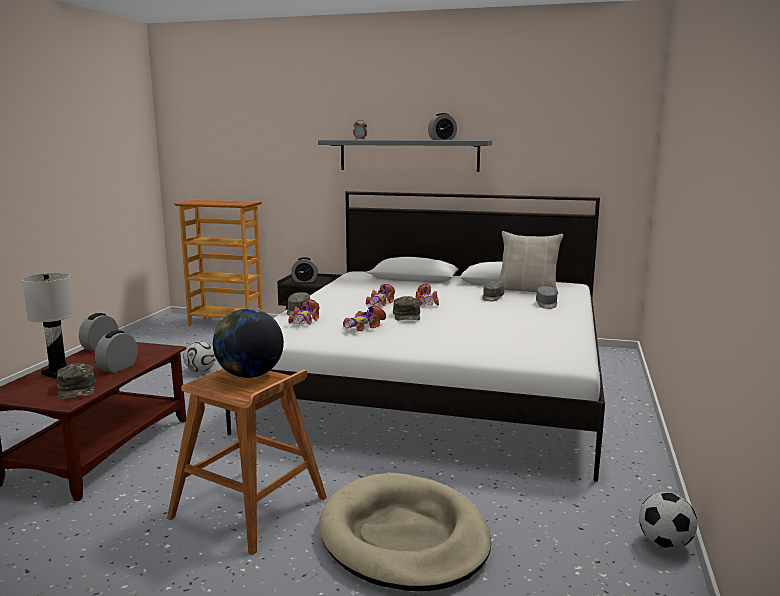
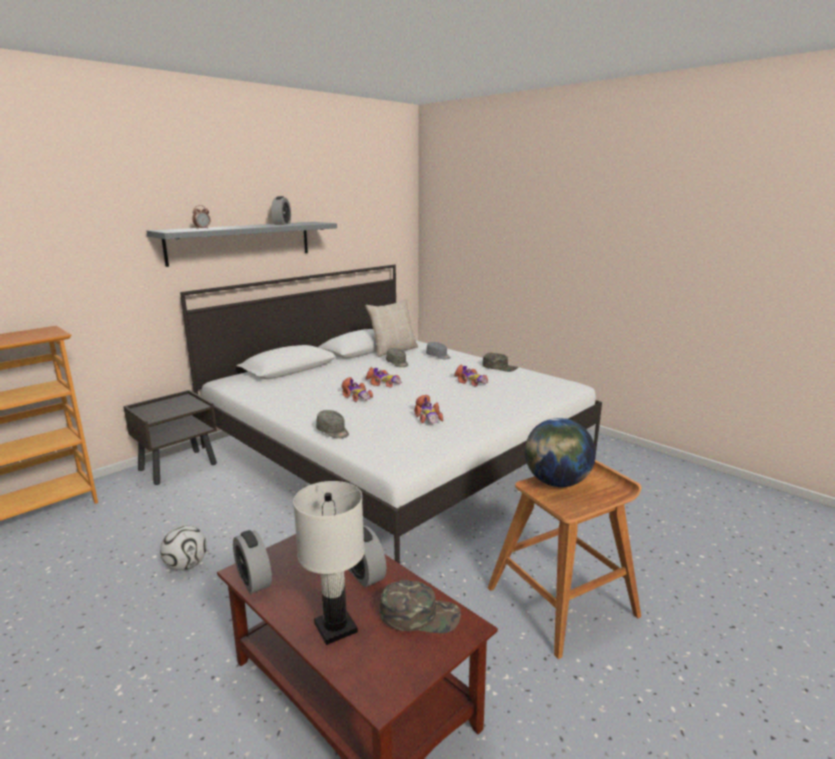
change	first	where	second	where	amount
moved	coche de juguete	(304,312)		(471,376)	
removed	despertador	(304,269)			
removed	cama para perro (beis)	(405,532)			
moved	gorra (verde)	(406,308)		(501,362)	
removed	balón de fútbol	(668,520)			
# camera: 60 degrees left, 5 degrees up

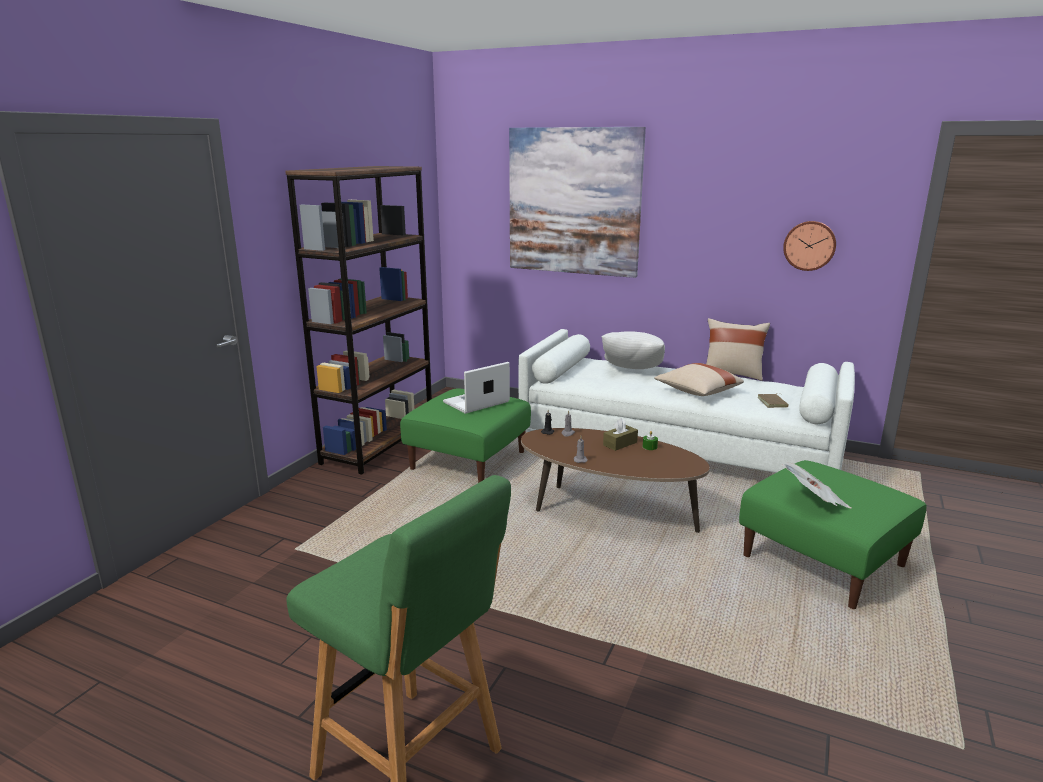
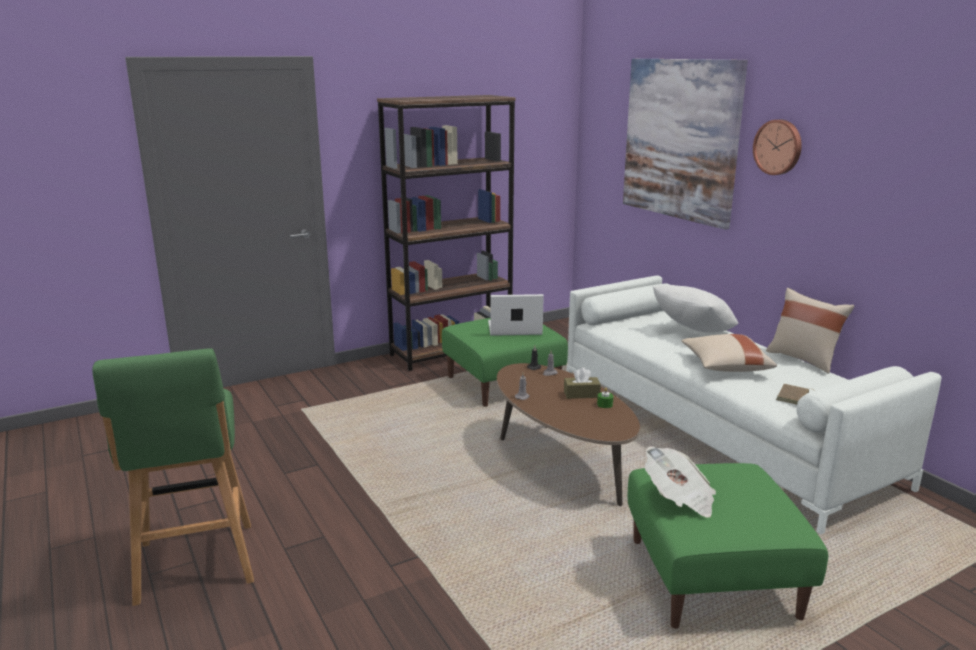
change	first	where	second	where	amount
moved	reloj de pared	(809,246)		(777,147)	
# camera: 35 degrees right, 0 degrees up

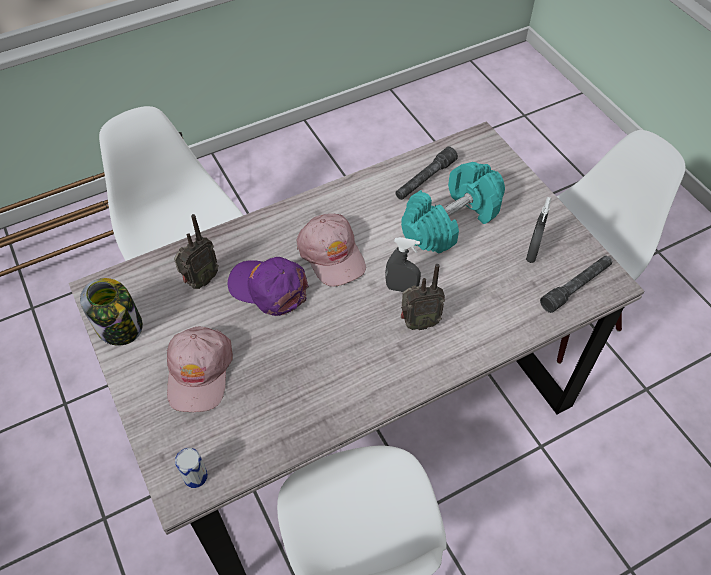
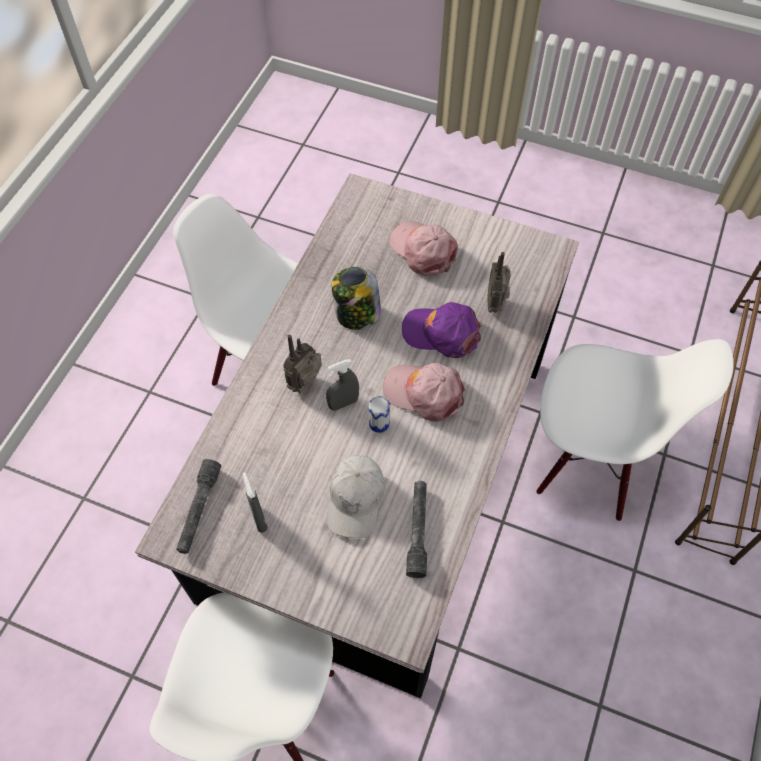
change	first	where	second	where	amount
moved	tarro	(111,312)		(356,298)	
moved	lata	(191,468)		(379,414)	
turned	gorra (morado)	(268,286)		(441,330)	150 degrees counterclockwise
replaced	mancuerna (turquesa)	(453,207)	gorra (blanco)	(356,496)	
# camera: 140 degrees right, 5 degrees up

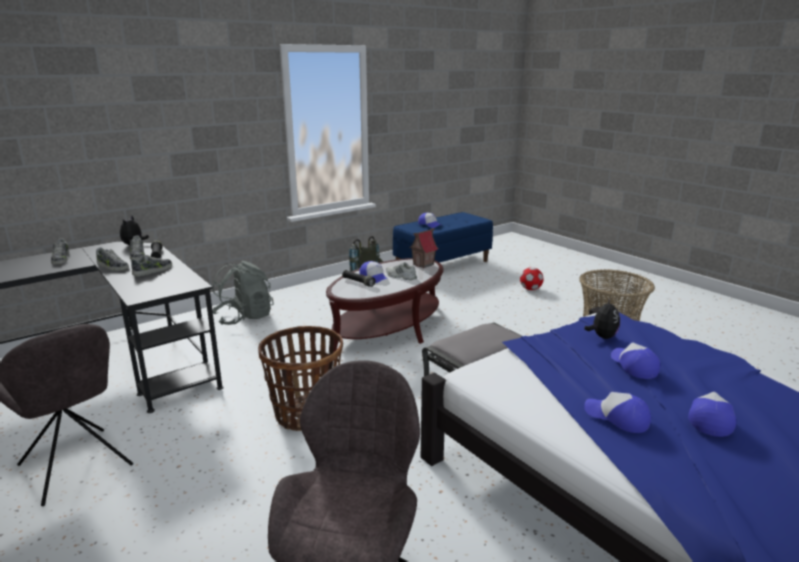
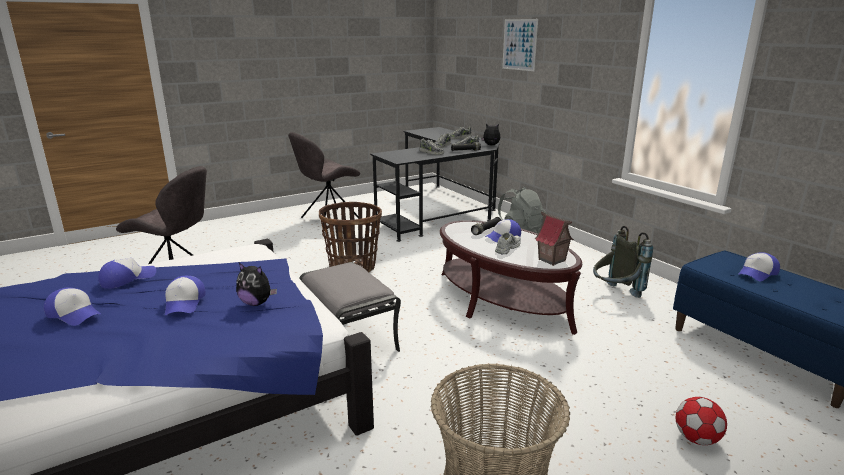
change	first	where	second	where	amount
turned	gorra	(635,361)		(185,295)	90 degrees clockwise
added			cuadro	(520,45)	
# camera: 95 degrees right, 0 degrees up

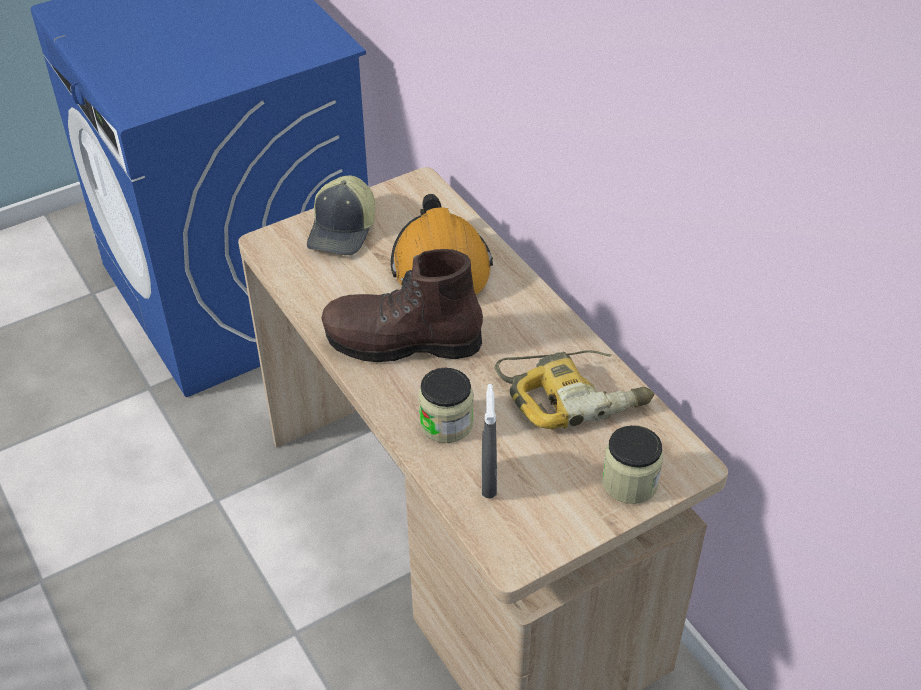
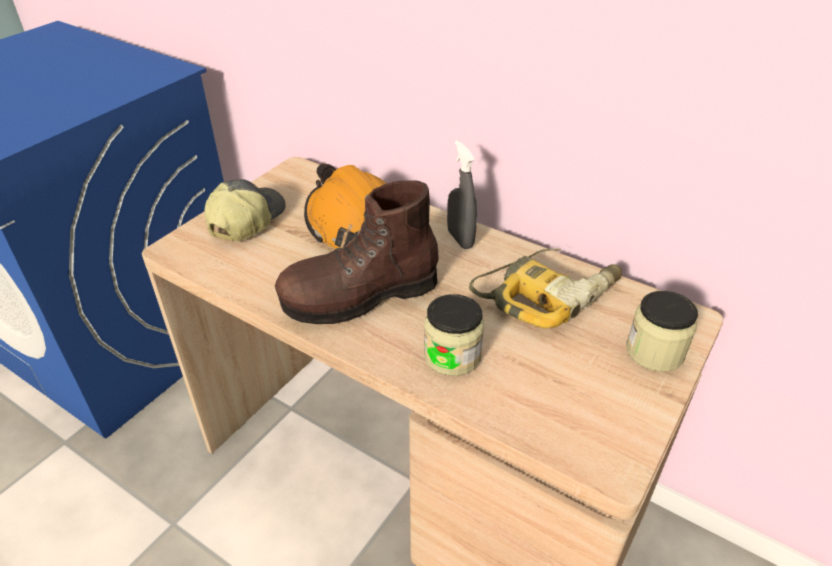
change	first	where	second	where	amount
turned	gorra	(341,215)		(245,210)	150 degrees counterclockwise
moved	pulverizador (gris)	(489,441)		(462,194)	
# camera: 25 degrees left, 5 degrees down

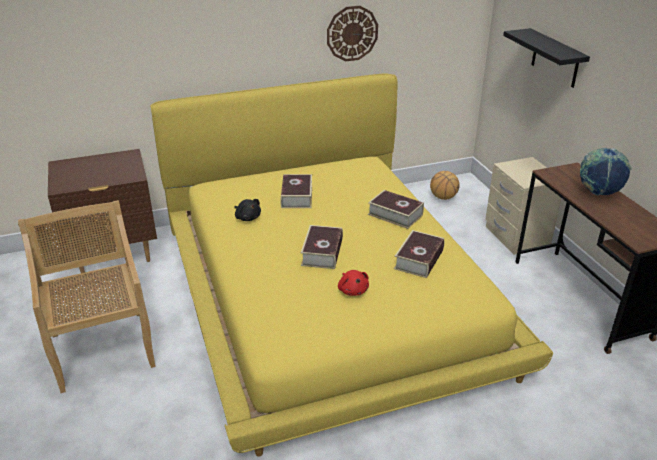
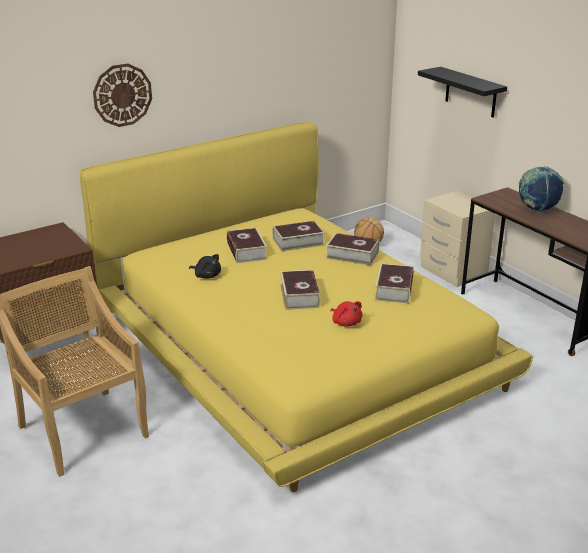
change	first	where	second	where	amount
moved	reloj de pared	(352,33)		(122,95)	
added			libro	(299,236)	
# camera: 15 degrees left, 5 degrees down

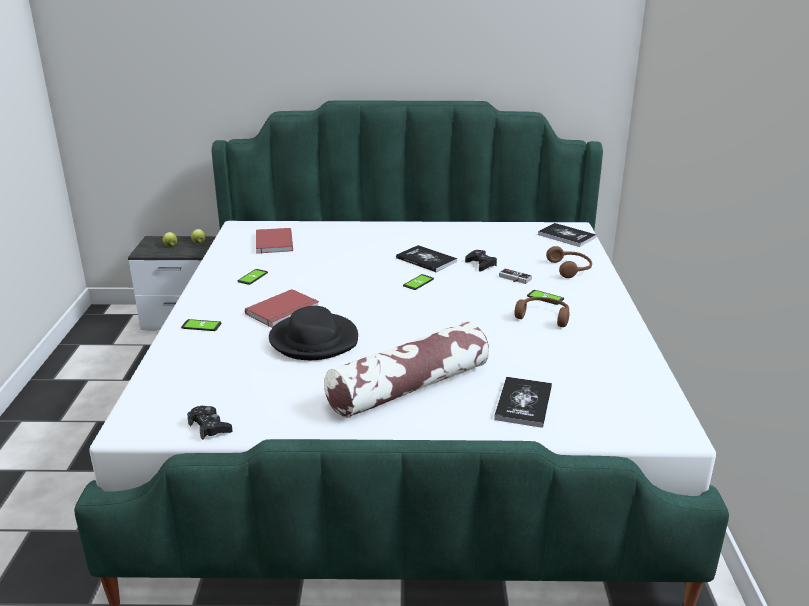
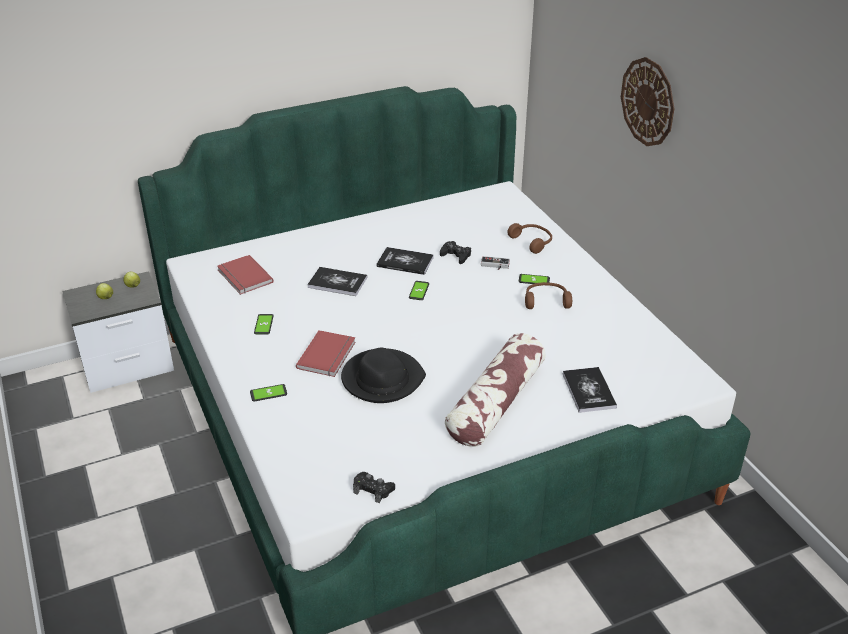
change	first	where	second	where	amount
moved	libro	(567,235)		(337,281)	
added			reloj de pared	(648,101)	
# camera: 25 degrees left, 10 degrees up

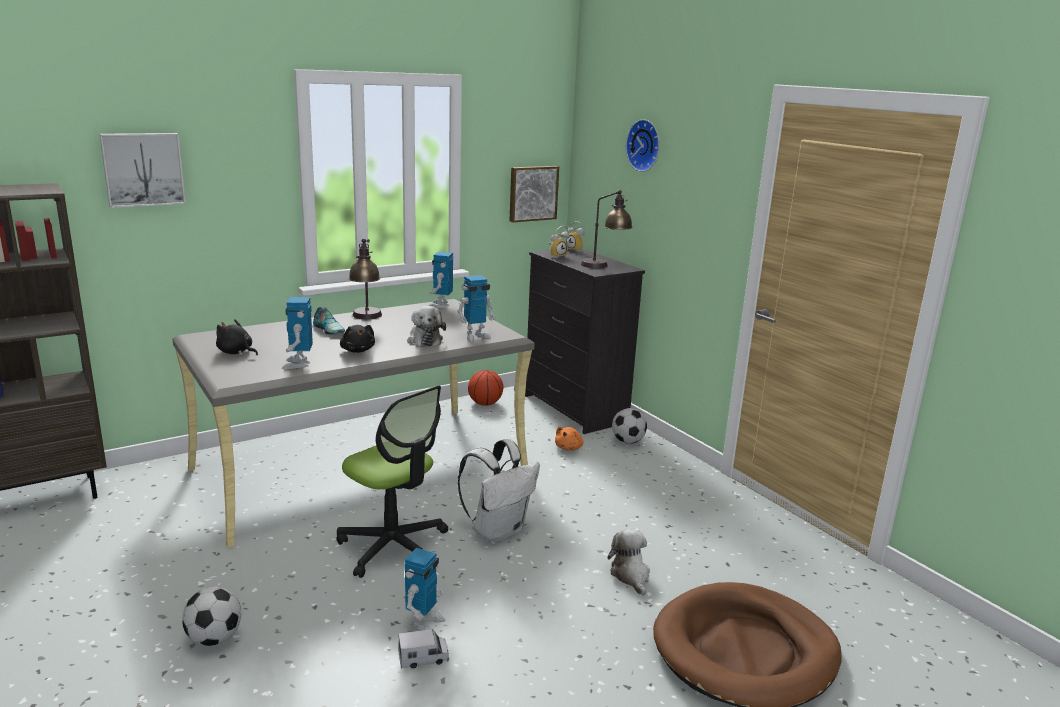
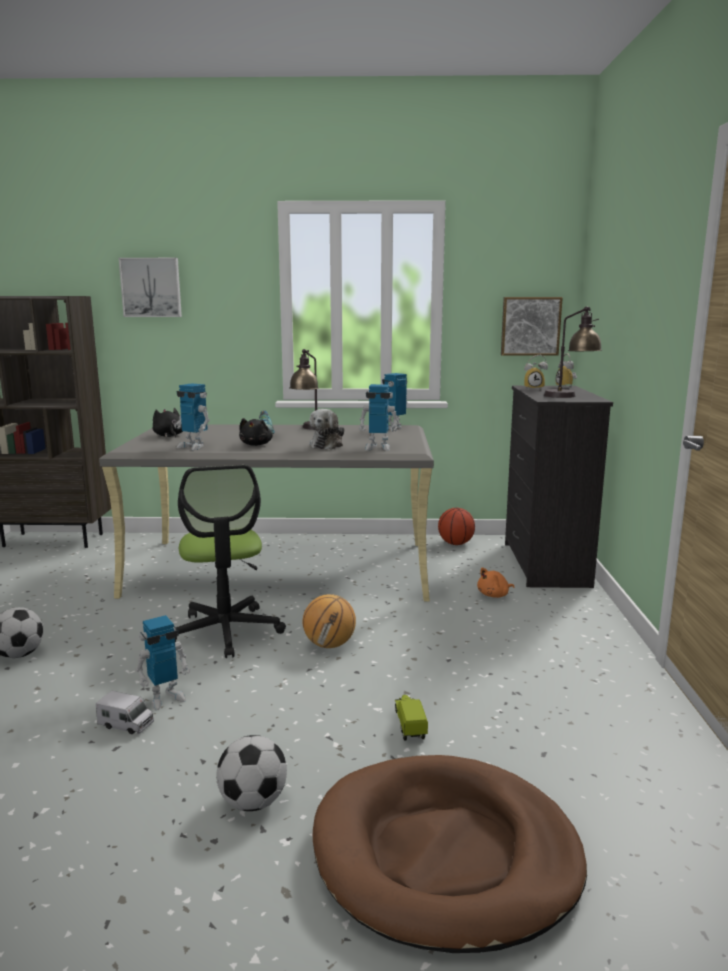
change	first	where	second	where	amount
turned	robot de juguete	(297,333)		(192,416)	90 degrees counterclockwise
replaced	mochila (blanco)	(499,491)	balón de baloncesto	(329,621)	
replaced	peluche	(629,562)	camión de juguete	(411,718)	
moved	balón de fútbol	(629,426)		(252,773)	
removed	reloj de pared	(643,145)			
# camera: 35 degrees right, 5 degrees down

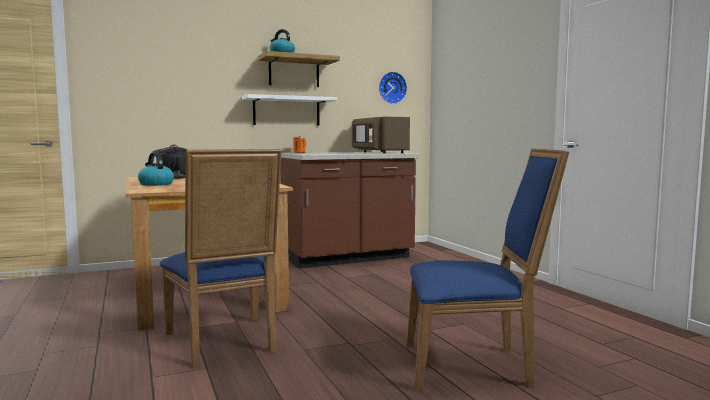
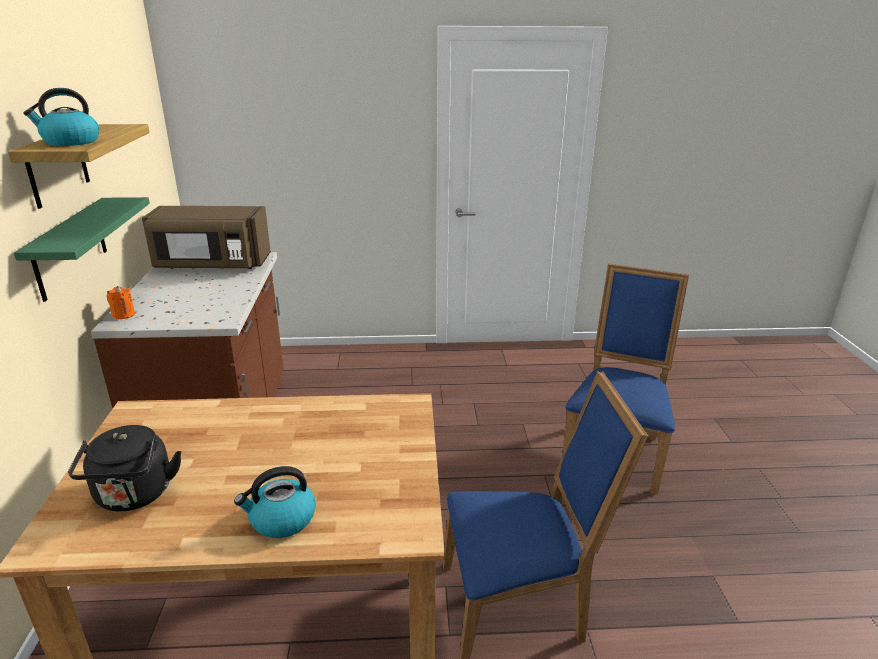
change	first	where	second	where	amount
recoloured	estante (blanco)	(289,110)	estante (verde)	(82,249)	
removed	reloj de pared	(393,88)			
# camera: 70 degrees left, 20 degrees up

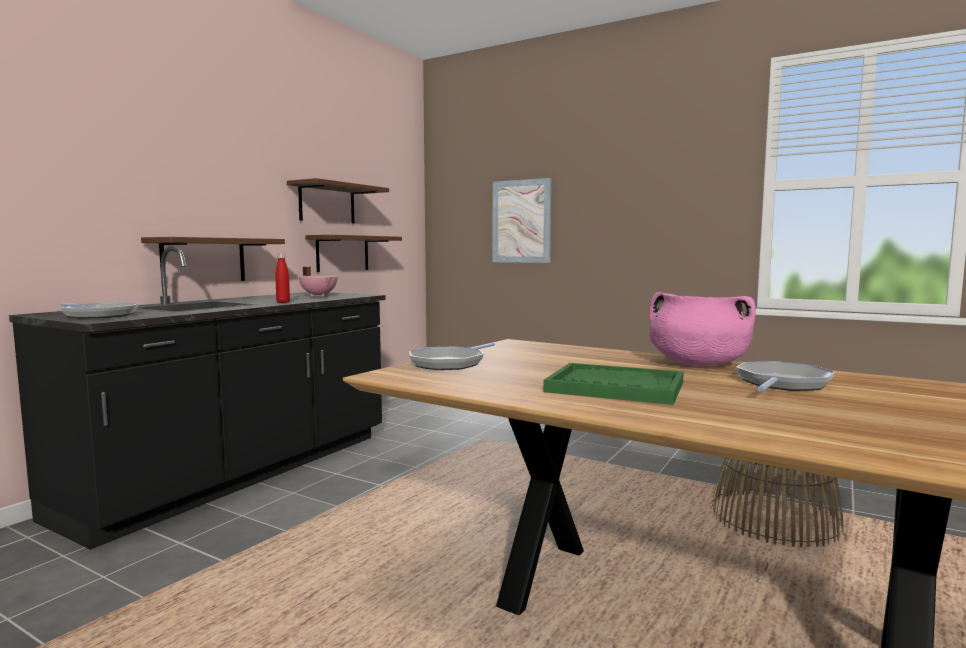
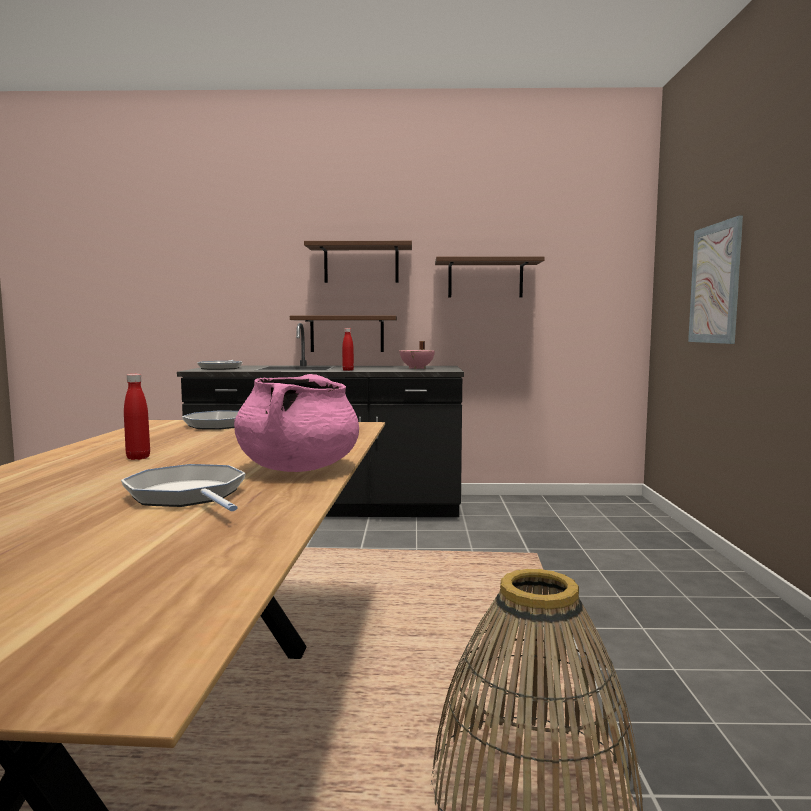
change	first	where	second	where	amount
moved	estante (marrón)	(353,253)		(358,262)	
replaced	bandeja (verde)	(613,384)	botella (rojo)	(137,417)	
turned	sartén	(785,376)		(183,487)	135 degrees counterclockwise
# camera: 60 degrees right, 0 degrees up

